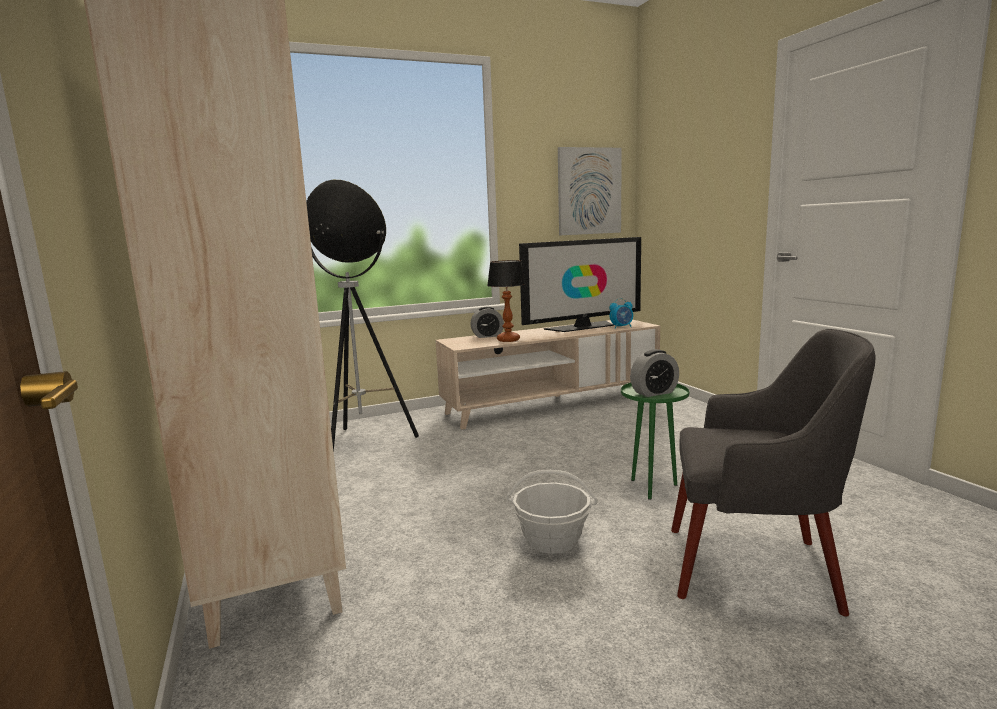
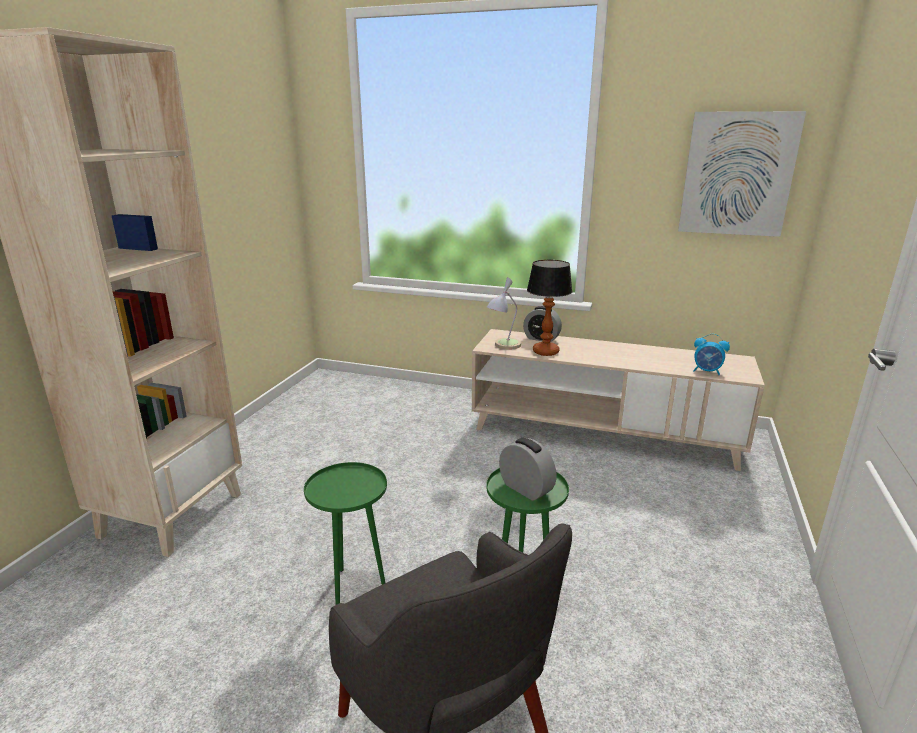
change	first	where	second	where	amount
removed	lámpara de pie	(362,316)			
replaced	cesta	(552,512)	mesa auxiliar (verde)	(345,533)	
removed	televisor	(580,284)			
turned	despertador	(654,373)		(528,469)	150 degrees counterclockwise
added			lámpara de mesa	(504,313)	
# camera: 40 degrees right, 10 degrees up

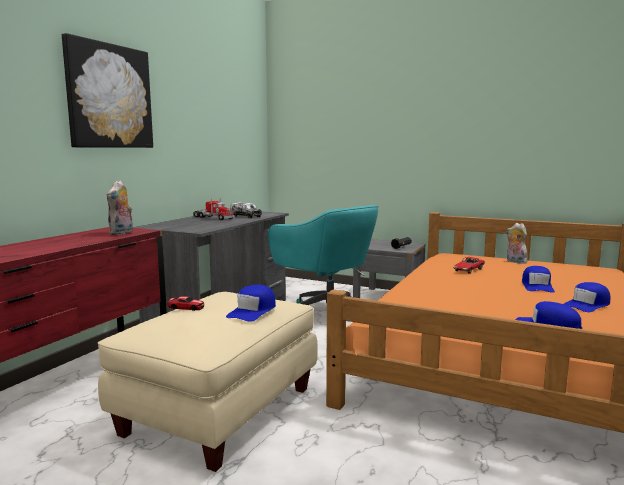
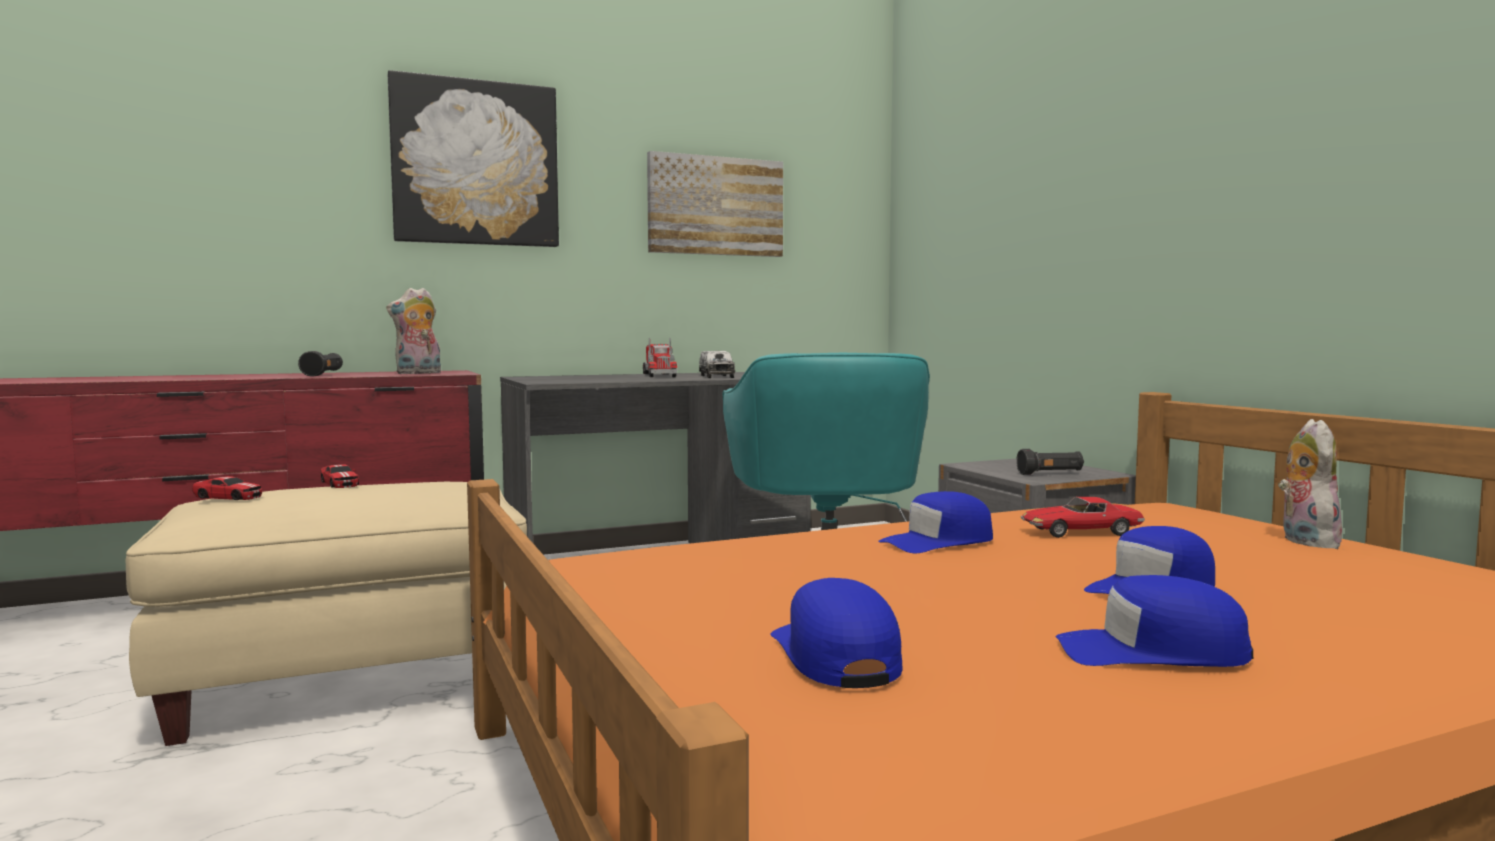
change	first	where	second	where	amount
moved	gorra (azul)	(251,303)		(935,522)	
added			coche de juguete	(227,488)	
added			linterna (negro)	(320,364)	
added			cuadro	(715,204)	
# camera: 40 degrees right, 5 degrees down

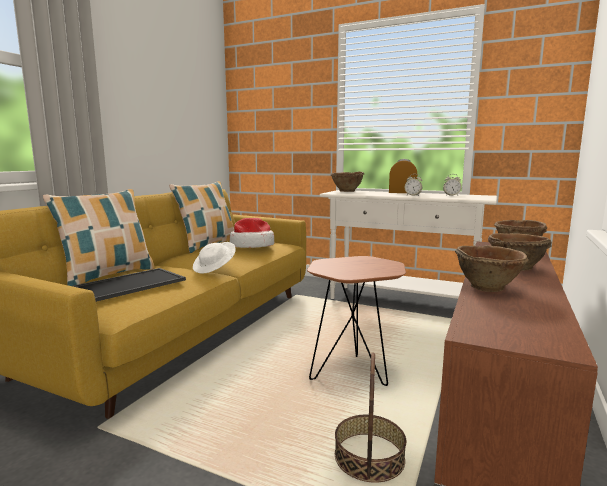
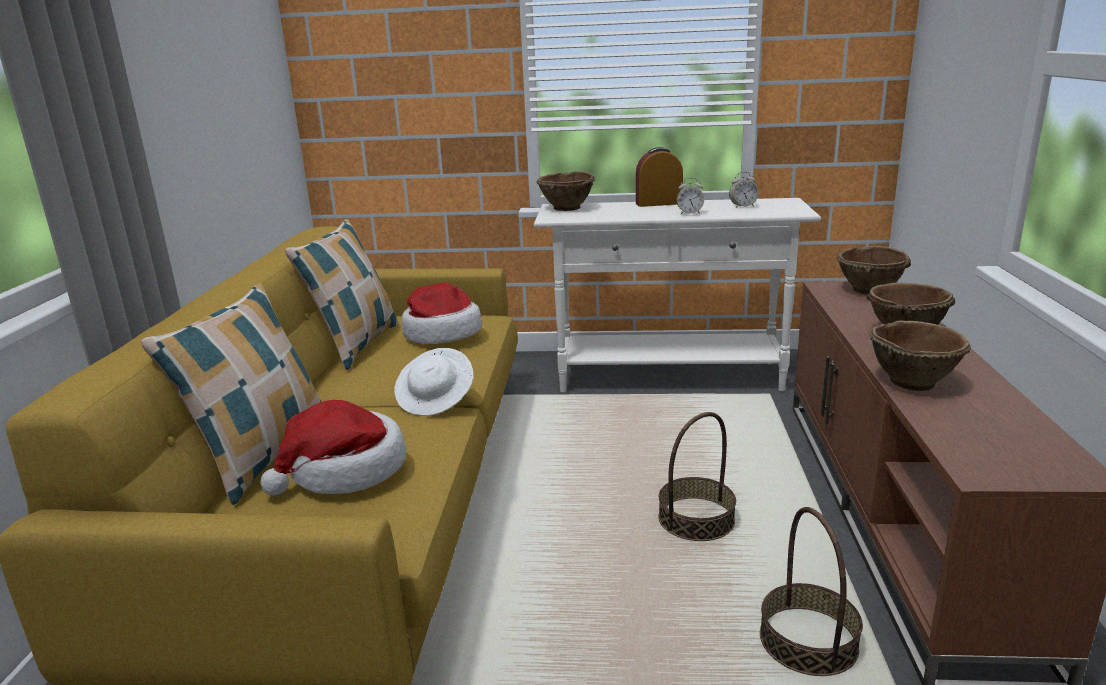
change	first	where	second	where	amount
replaced	bandeja	(129,285)	sombrero	(333,448)	
replaced	mesa auxiliar (marrón)	(356,321)	cesta	(697,476)	
# camera: 20 degrees left, 10 degrees up

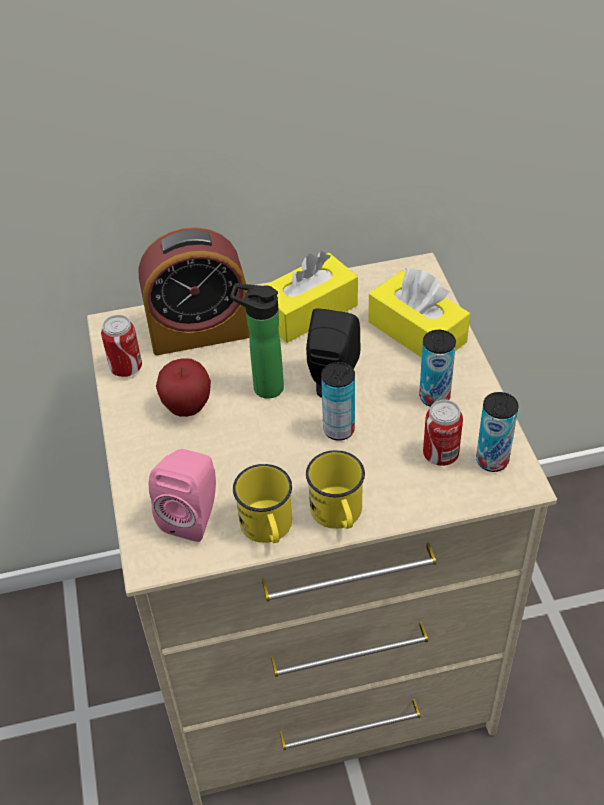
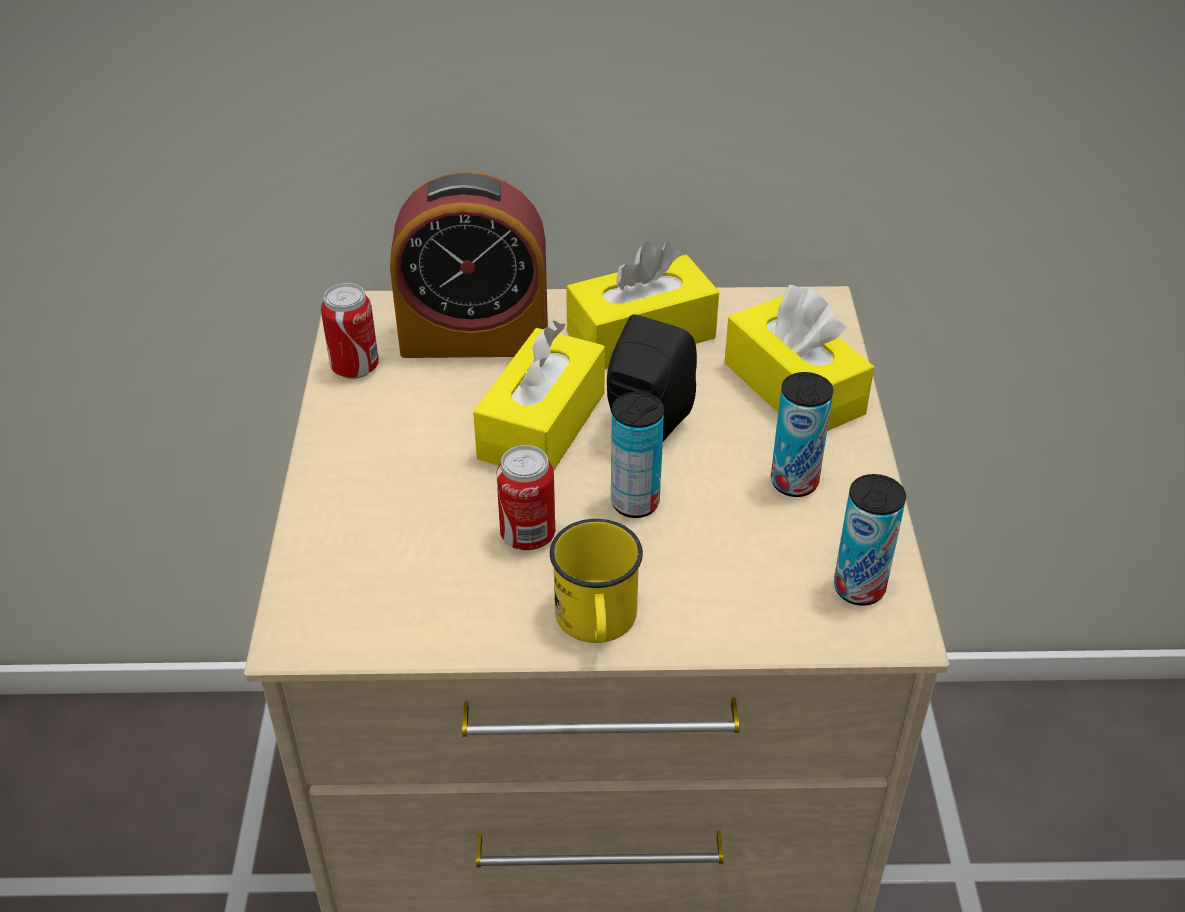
change	first	where	second	where	amount
removed	altavoz (rosa)	(182,495)			
removed	manzana	(183,387)			
replaced	botella	(257,341)	caja de pañuelos (amarillo)	(539,395)	
removed	taza grande (amarillo)	(262,503)			
moved	lata	(443,433)		(525,497)	
# camera: 10 degrees right, 5 degrees down

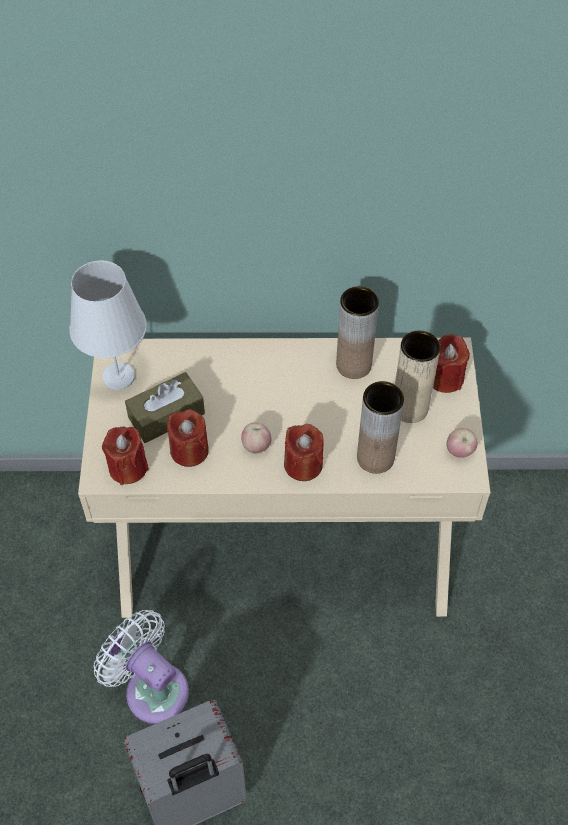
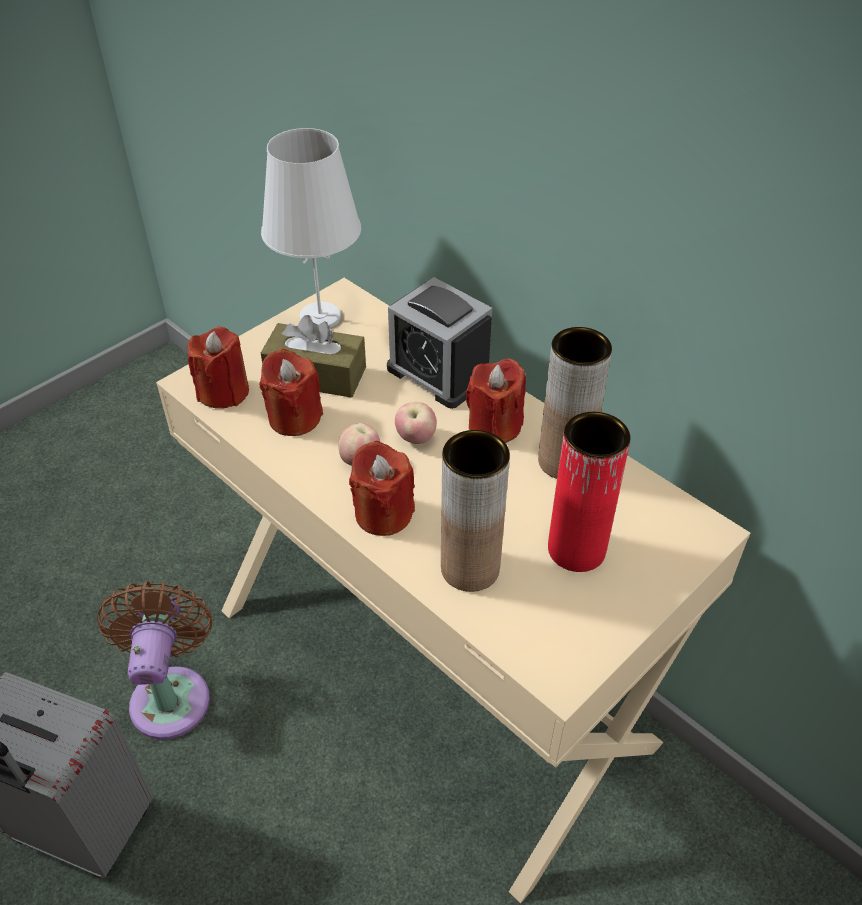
change	first	where	second	where	amount
recoloured	ventilador (blanco)	(141,667)	ventilador (marrón)	(155,660)	
recoloured	florero (beis)	(417,376)	florero (rojo)	(589,492)	
moved	vela (rojo)	(451,363)		(495,401)	
moved	manzana	(462,443)		(416,423)	
added			despertador	(439,343)	
# camera: 45 degrees right, 10 degrees down

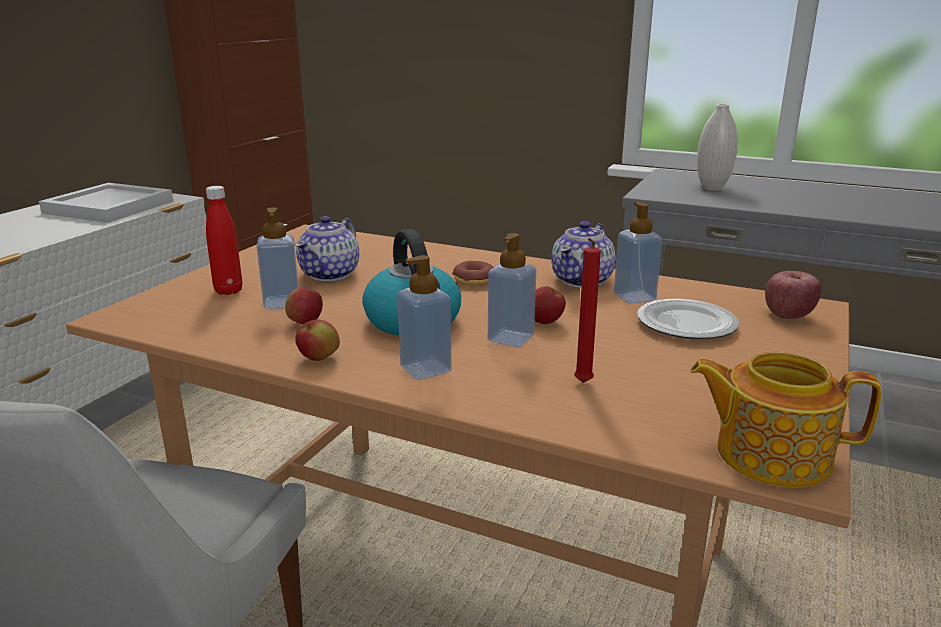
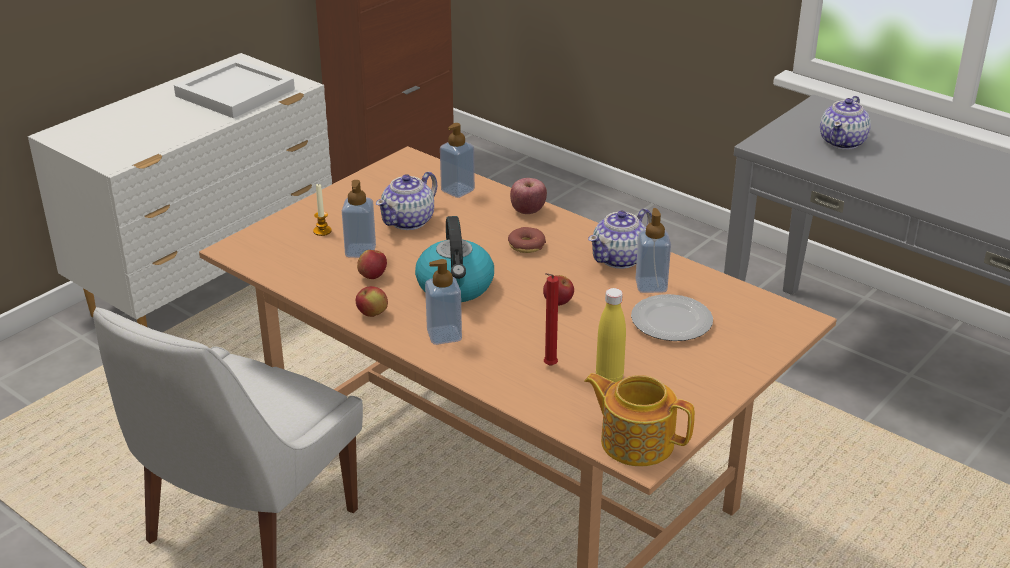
change	first	where	second	where	amount
replaced	botella (rojo)	(224,240)	vela	(322,209)	
moved	dispensador de jabón	(512,290)		(457,160)	
replaced	florero (blanco)	(717,147)	tetera	(845,123)	
moved	manzana	(793,295)		(528,196)	
added			botella (amarillo)	(611,335)	
# camera: 15 degrees right, 10 degrees up

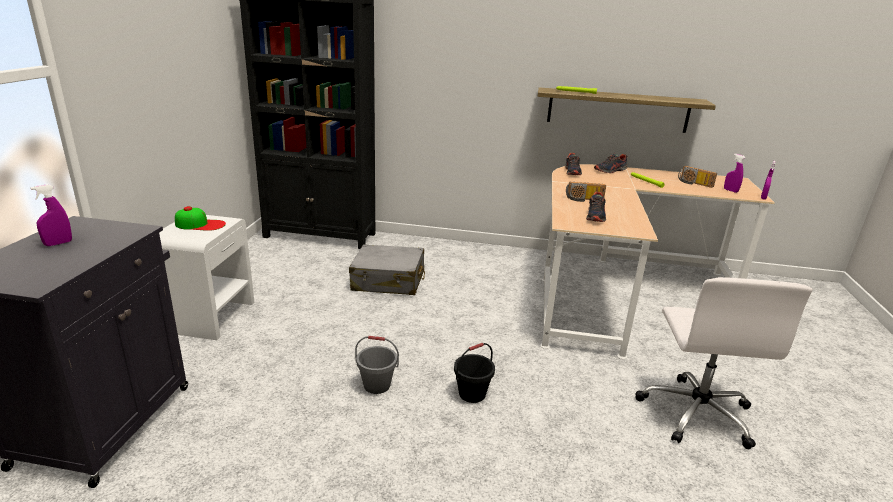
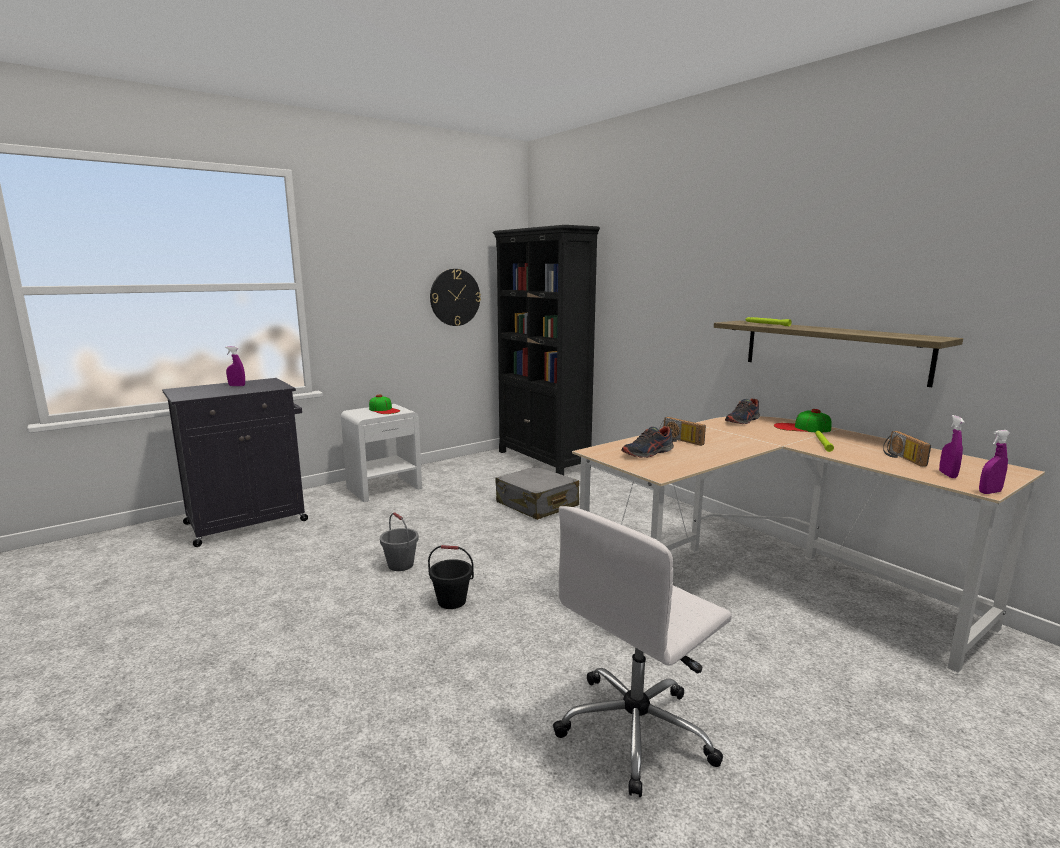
change	first	where	second	where	amount
replaced	zapato	(611,163)	gorra	(803,421)	
added			reloj de pared	(455,297)	
# camera: 45 degrees right, 10 degrees down

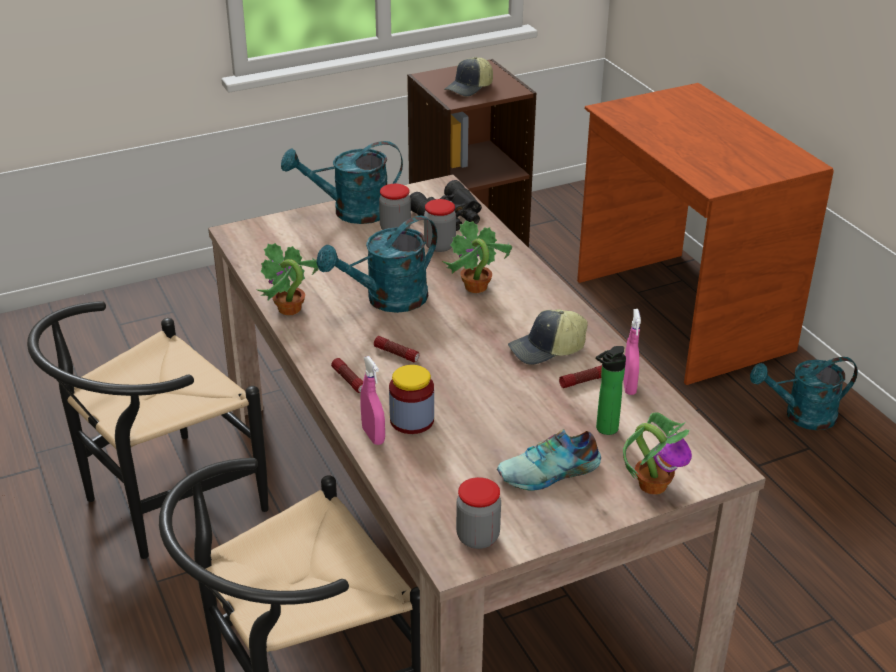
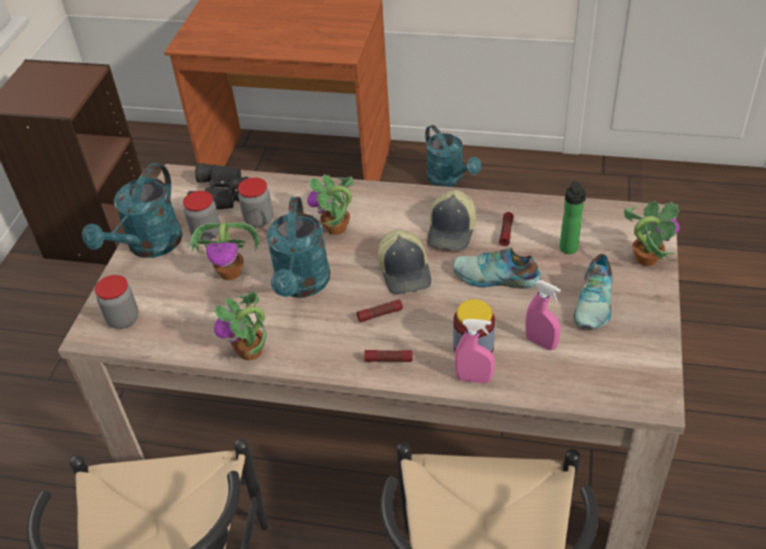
change	first	where	second	where	amount
moved	gorra	(468,77)		(404,262)	
moved	tarro	(478,513)		(117,302)	
moved	pulverizador (rosa)	(632,352)		(543,315)	
turned	regadera (turquesa)	(804,393)		(453,156)	60 degrees counterclockwise
added			planta en maceta	(224,251)	
added			zapato	(497,268)	
# camera: 50 degrees left, 10 degrees up

